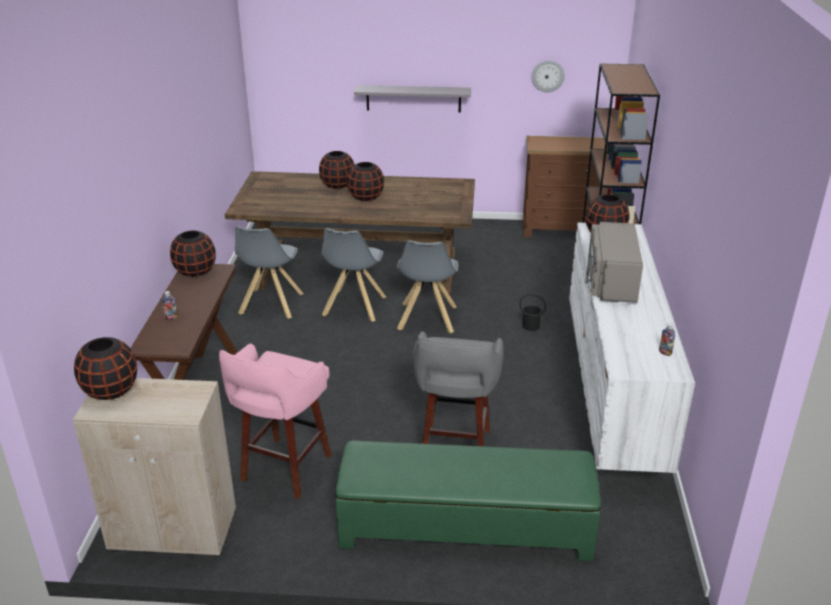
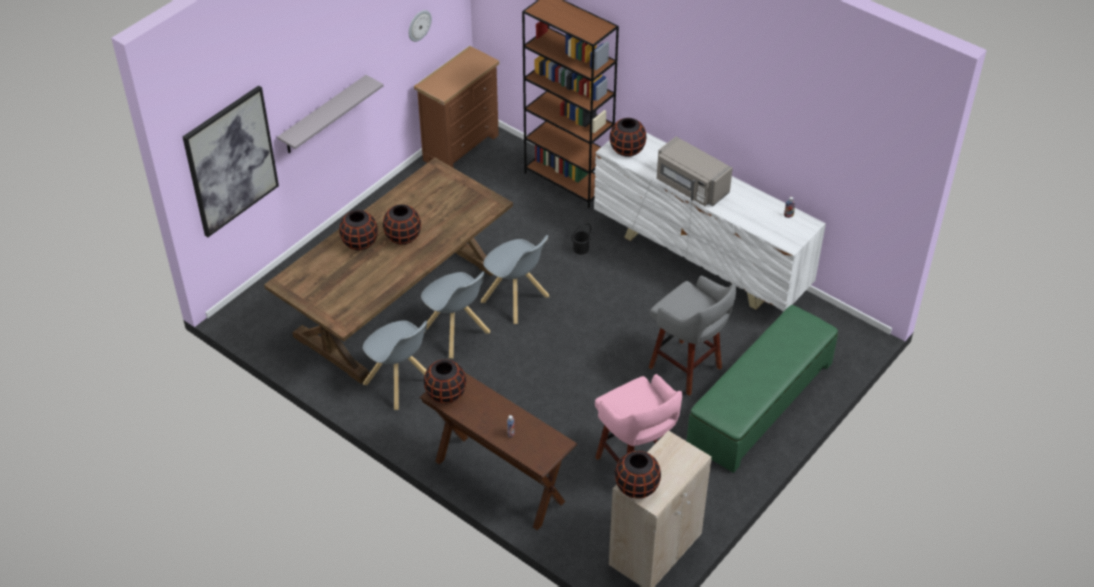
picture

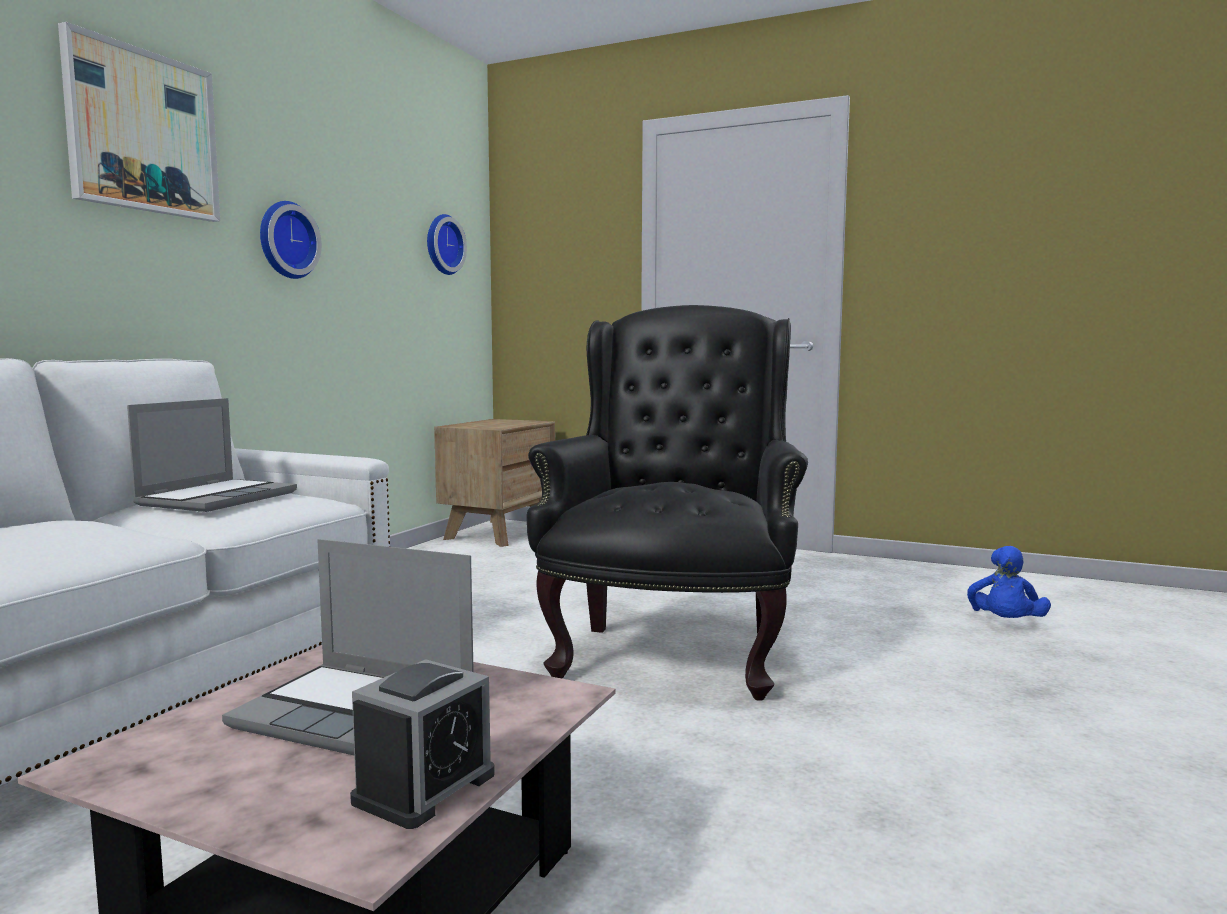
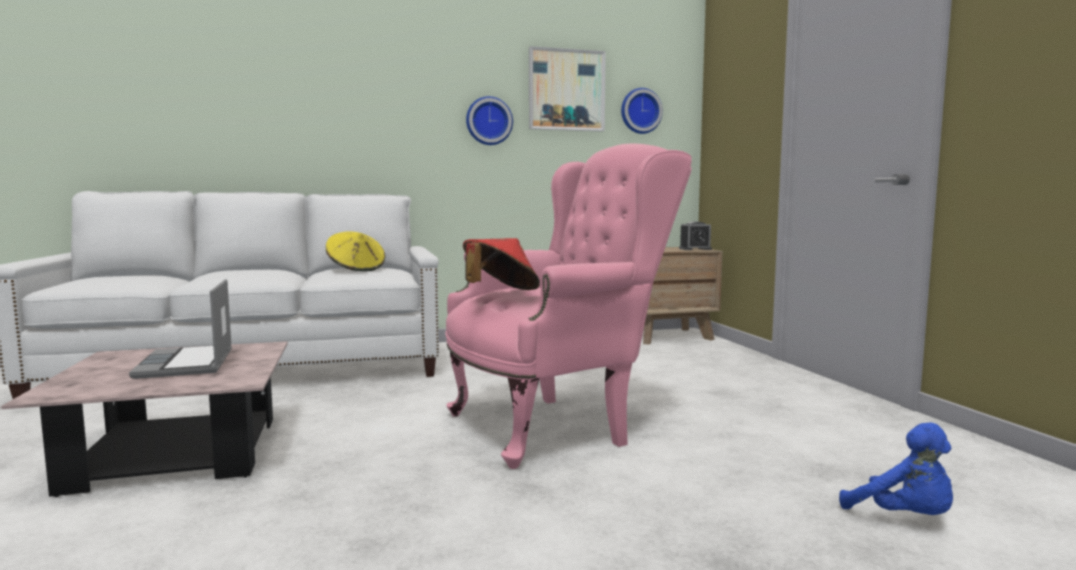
picture
armchair/pink
hat/yellow
plush toy/blue
alarm clock
hat/red

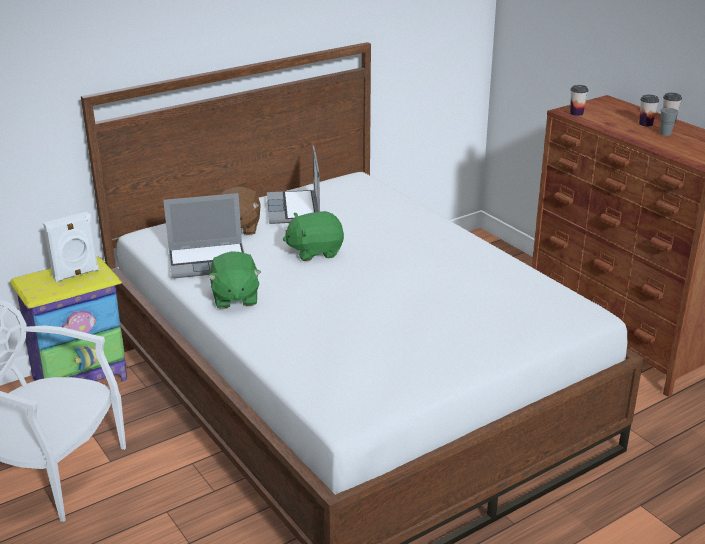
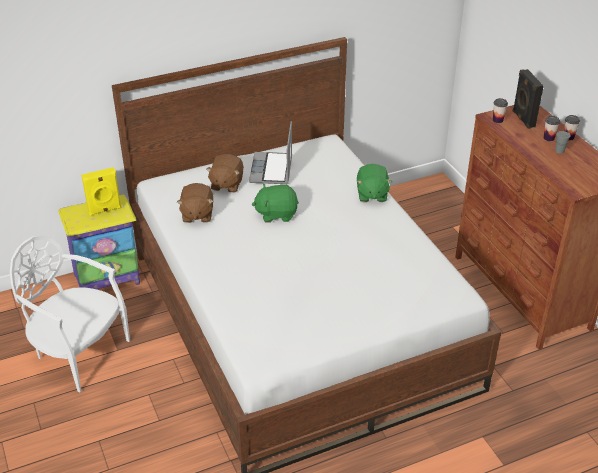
plush toy/brown (no. 1 from left)
speaker/yellow
plush toy/green (no. 2 from left)
speaker/black

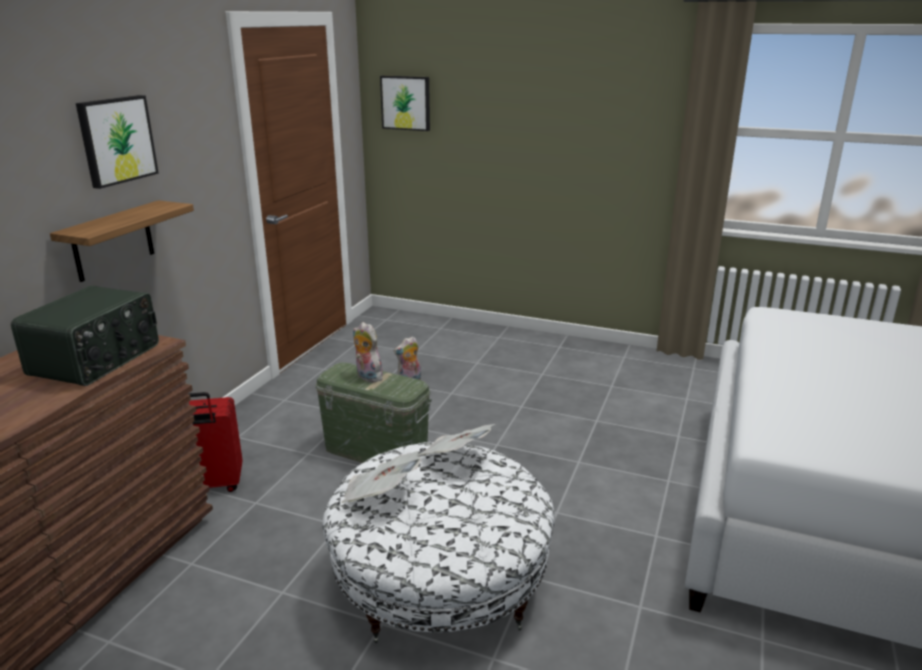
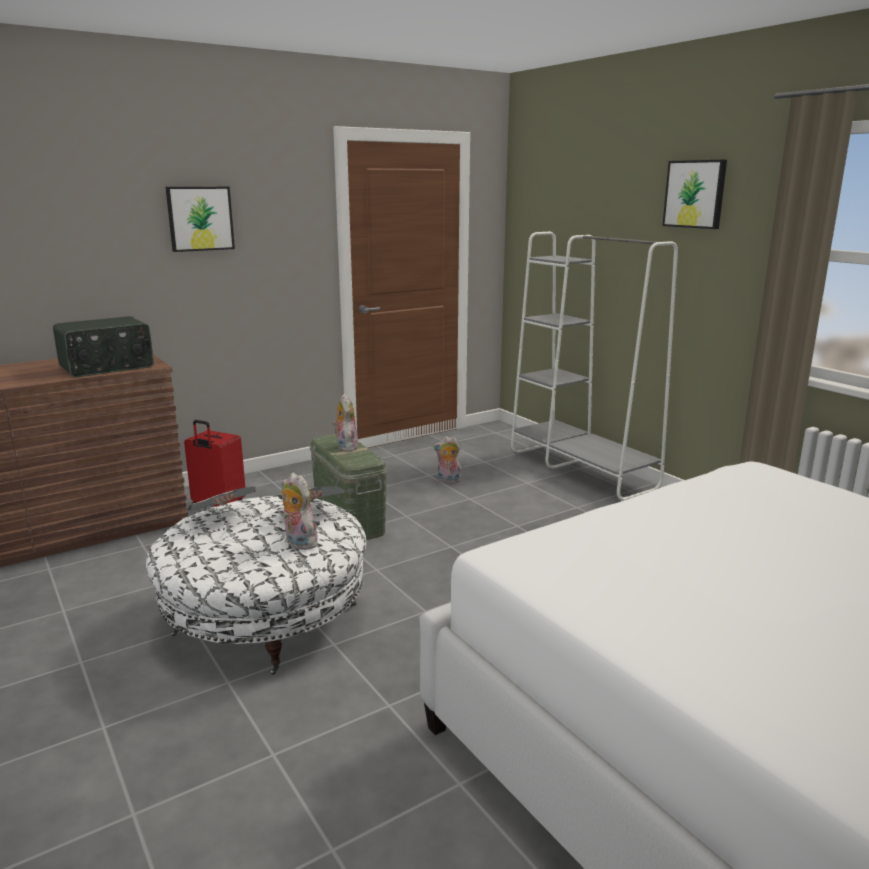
picture (no. 2 from left)
shelf
clothes rack/grey
plush toy (no. 1 from left)

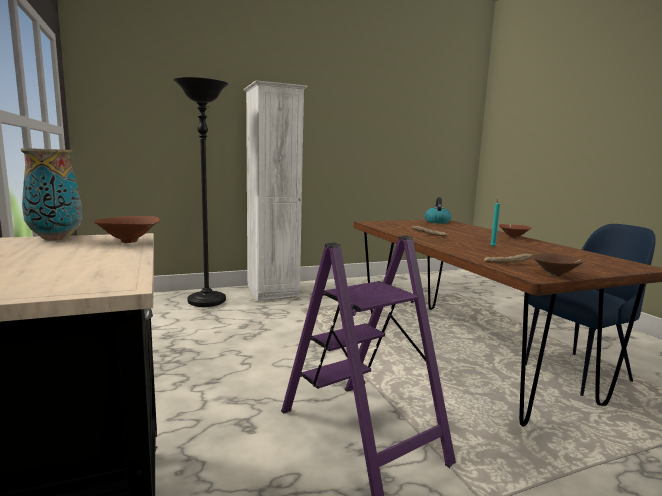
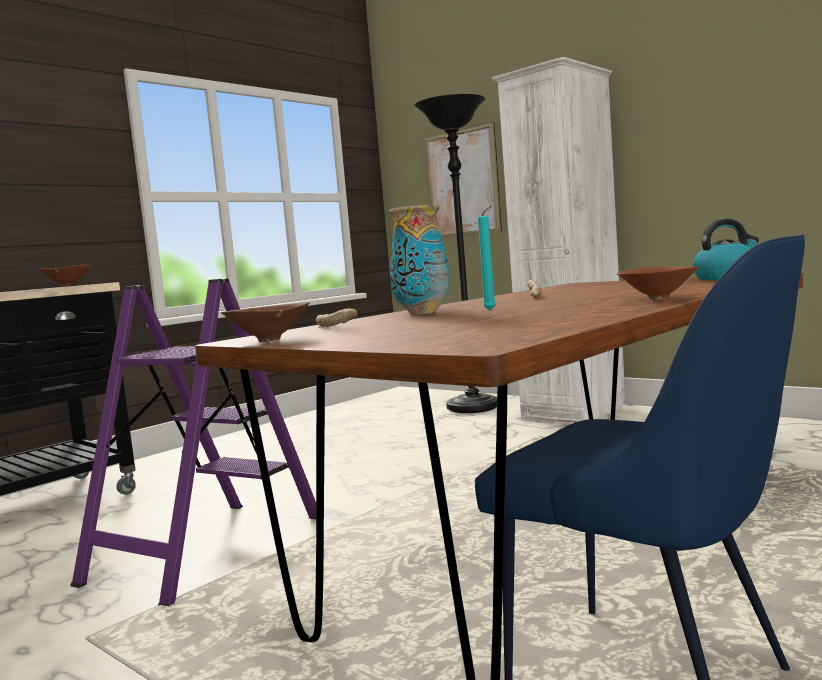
vase
picture

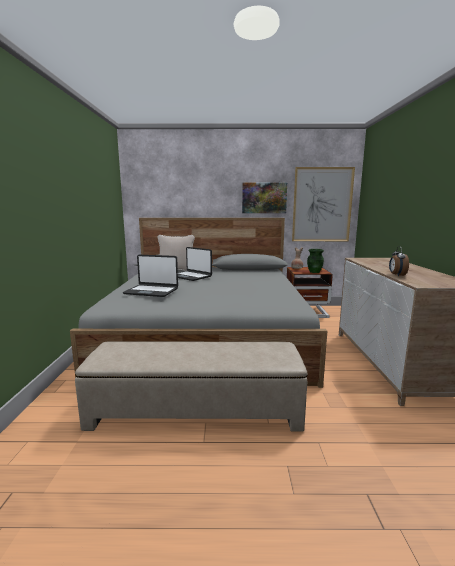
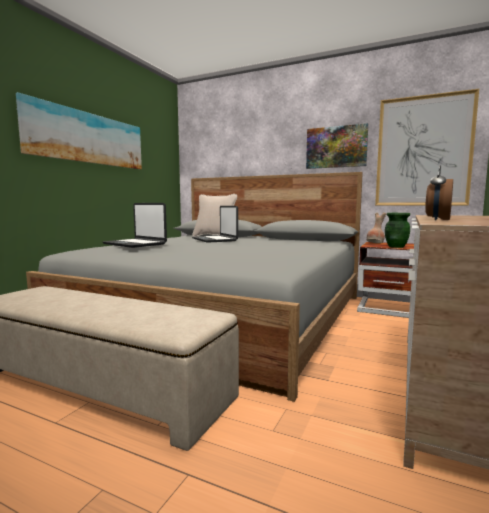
picture (no. 1 from left)

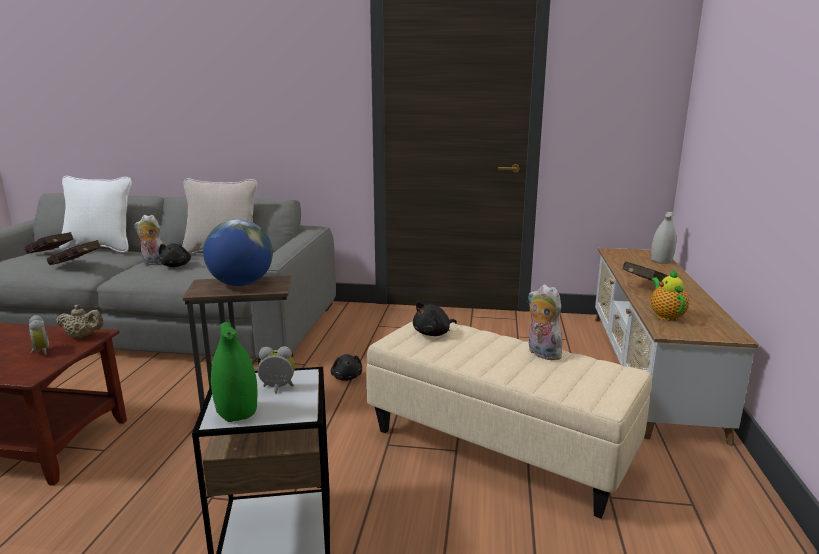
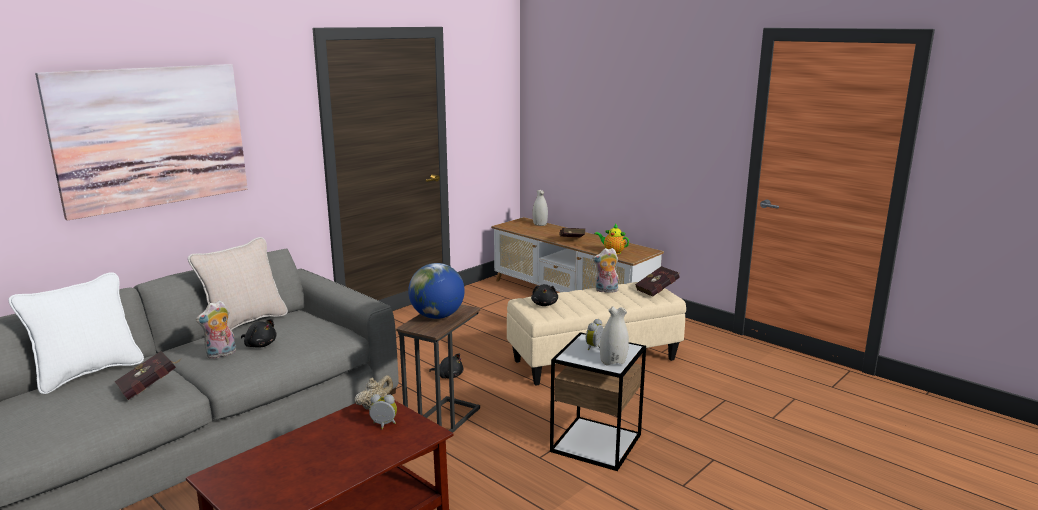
book/red (no. 3 from left)
vase/white (no. 2 from left)
picture

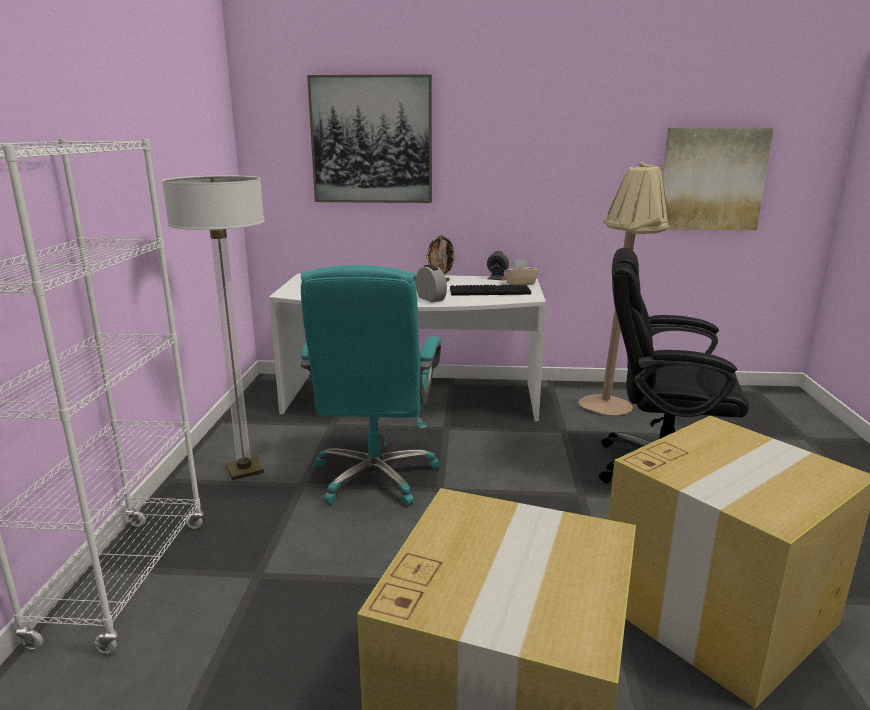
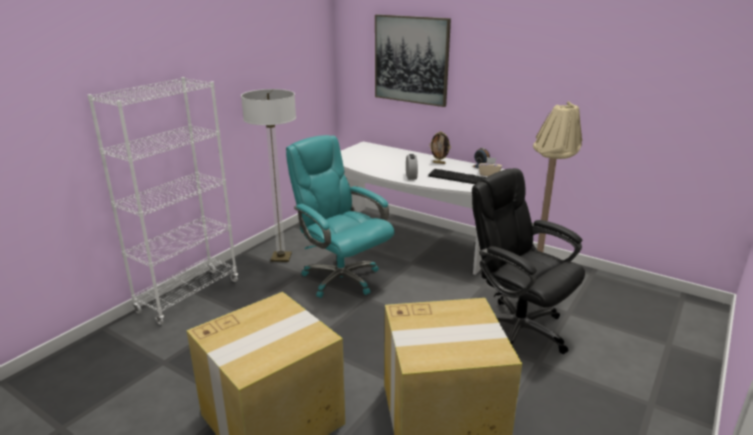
picture (no. 2 from left in the first image)
office chair/turquoise

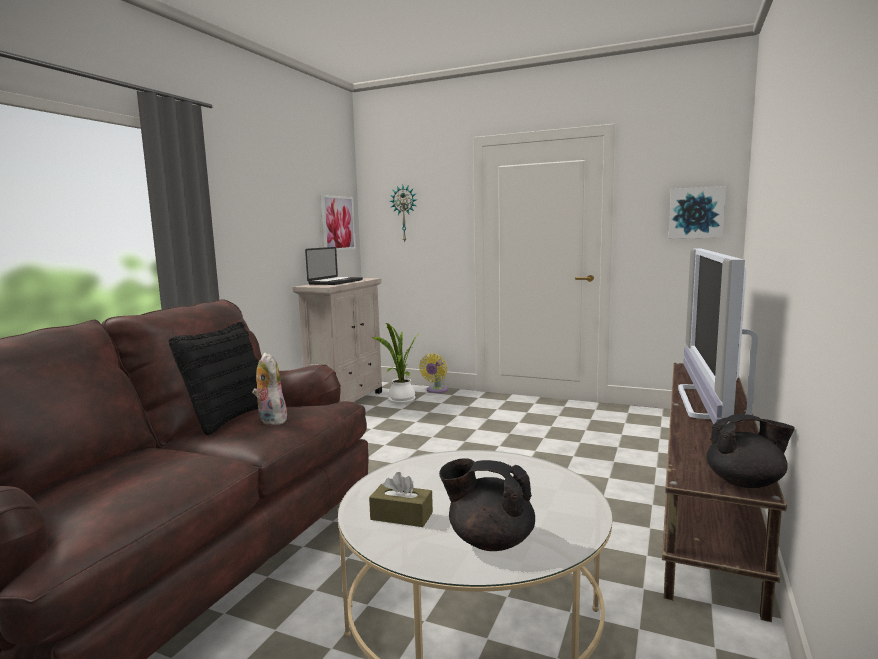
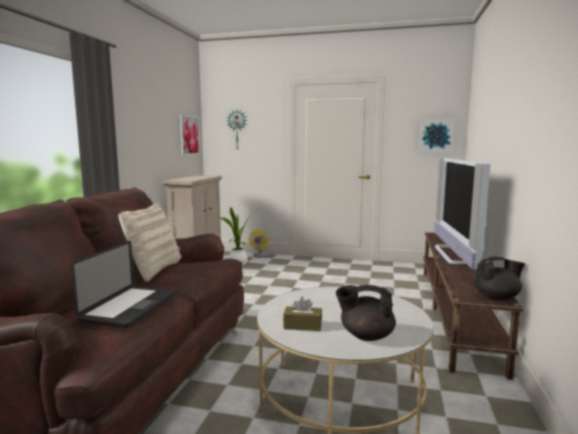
laptop
pillow/beige
plush toy

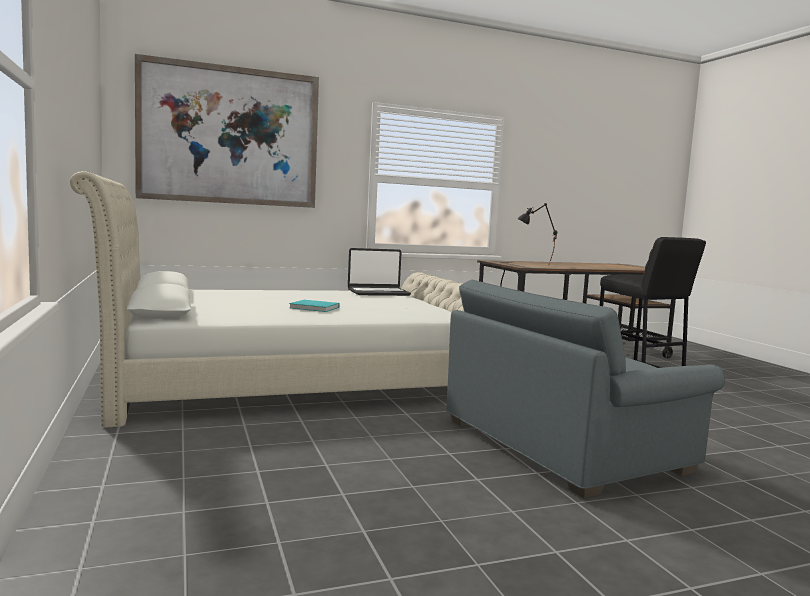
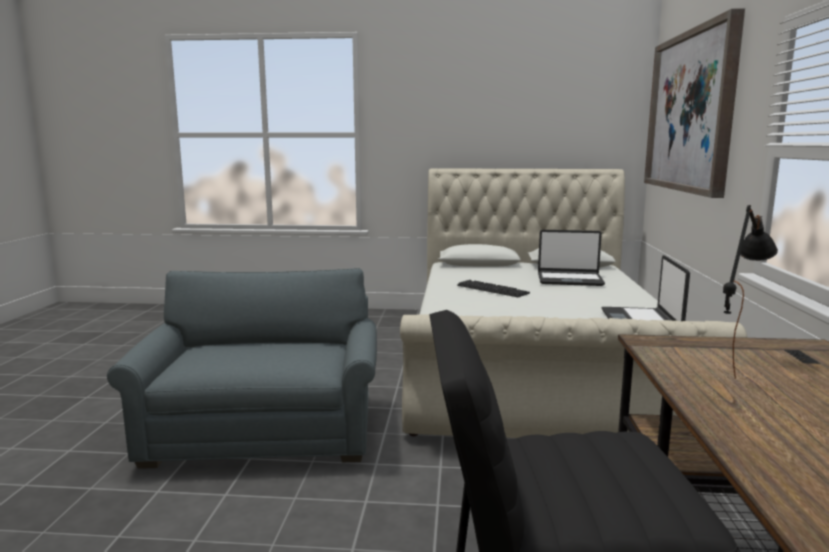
keyboard
laptop (no. 1 from left)

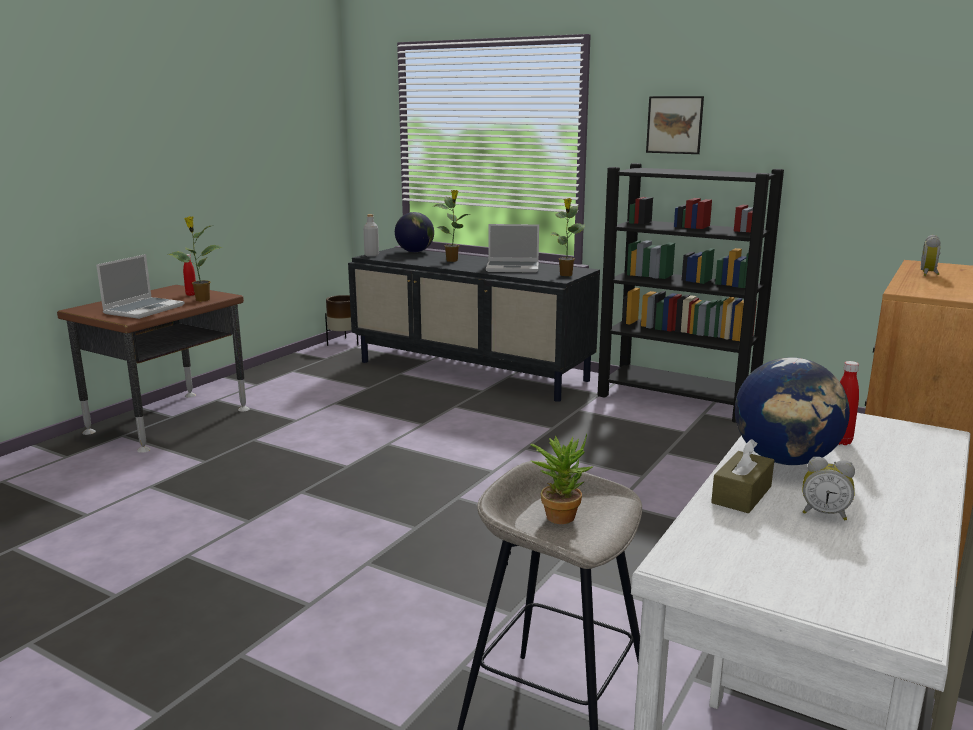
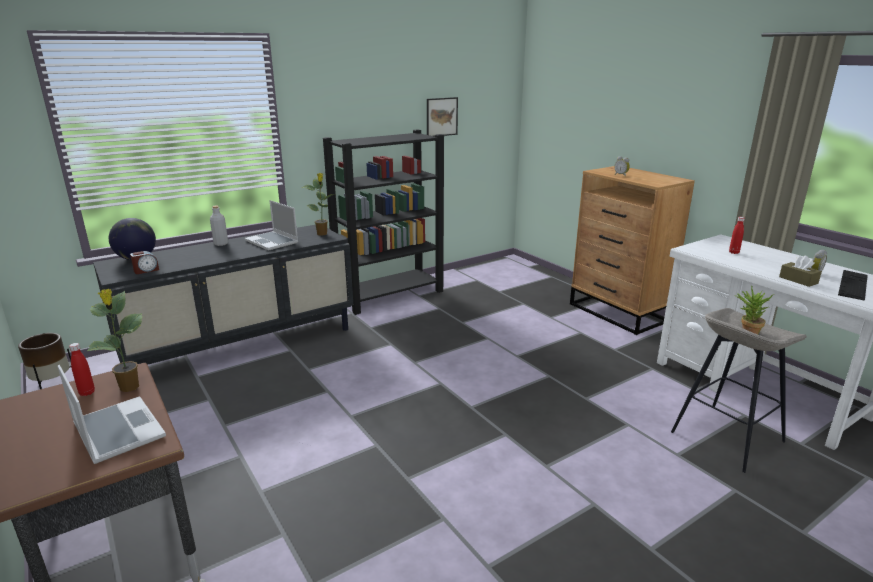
picture
potted plant (no. 2 from left in the first image)
bottle/grey
laptop (no. 2 from left)
globe (no. 2 from left in the first image)
alarm clock (no. 1 from left)
keyboard

